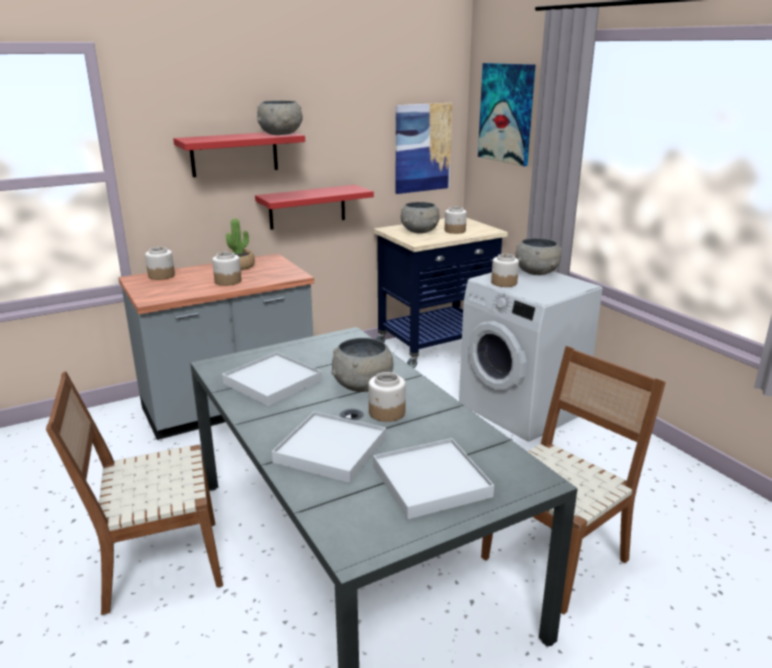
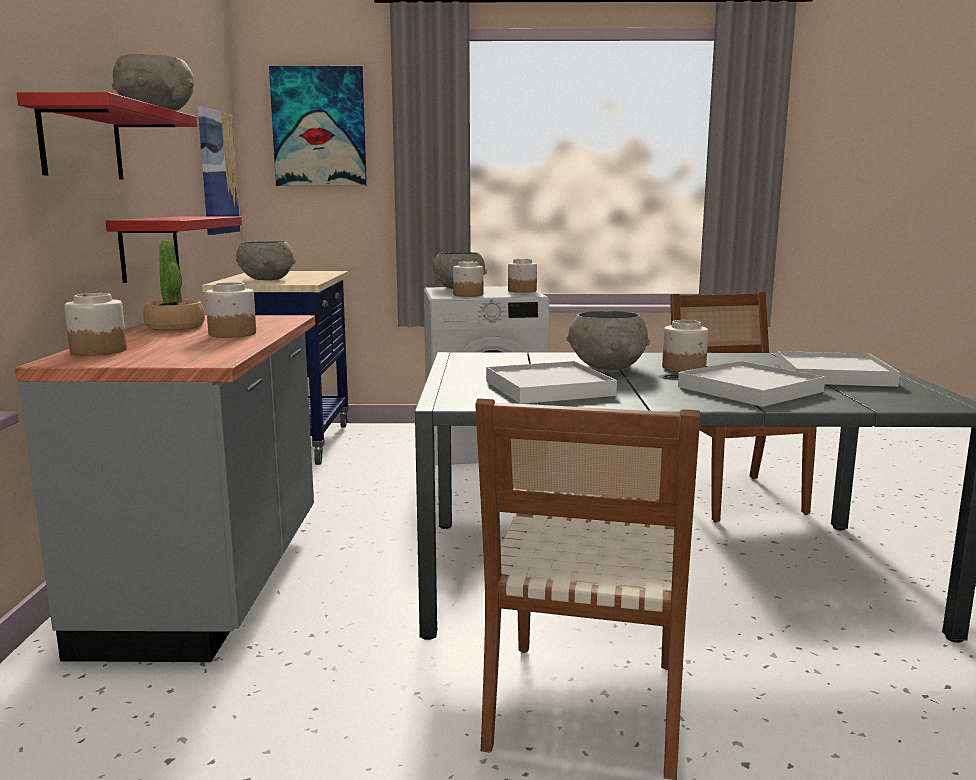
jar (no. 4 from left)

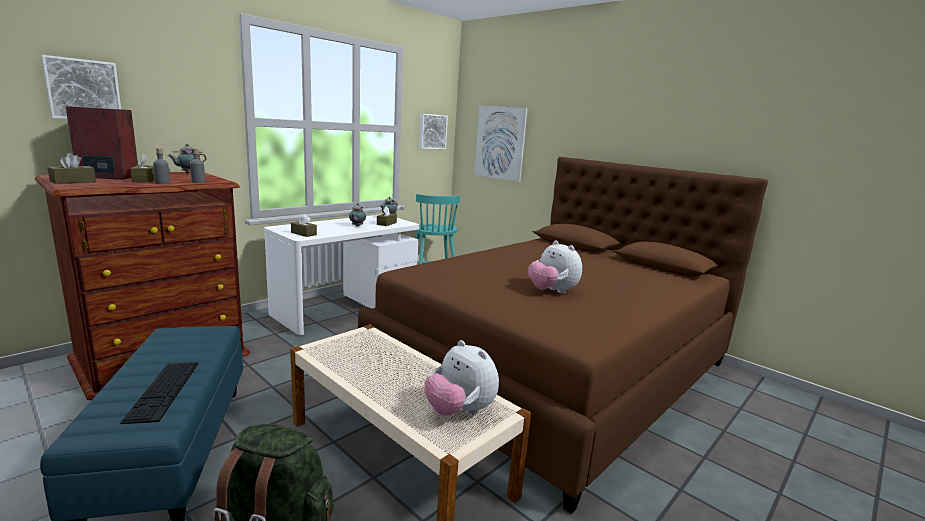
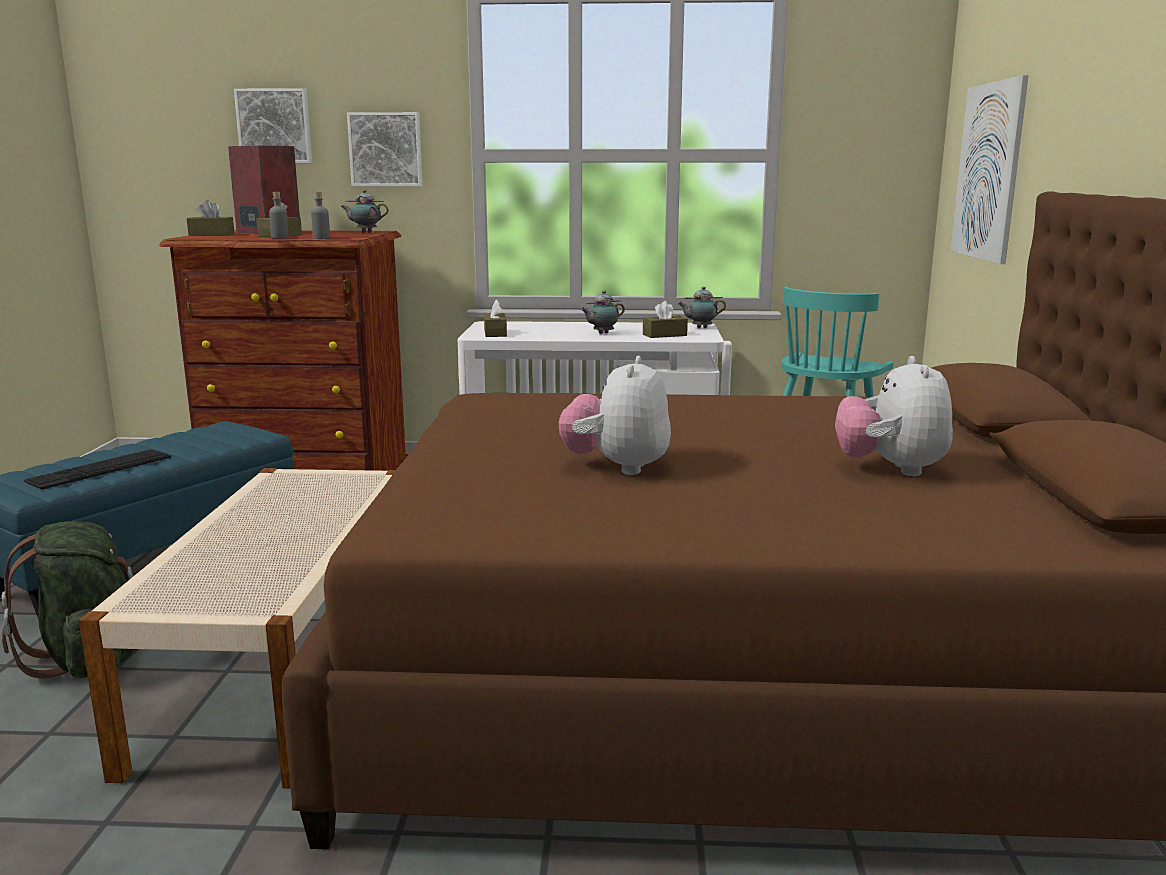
picture (no. 2 from left)
plush toy (no. 2 from left)

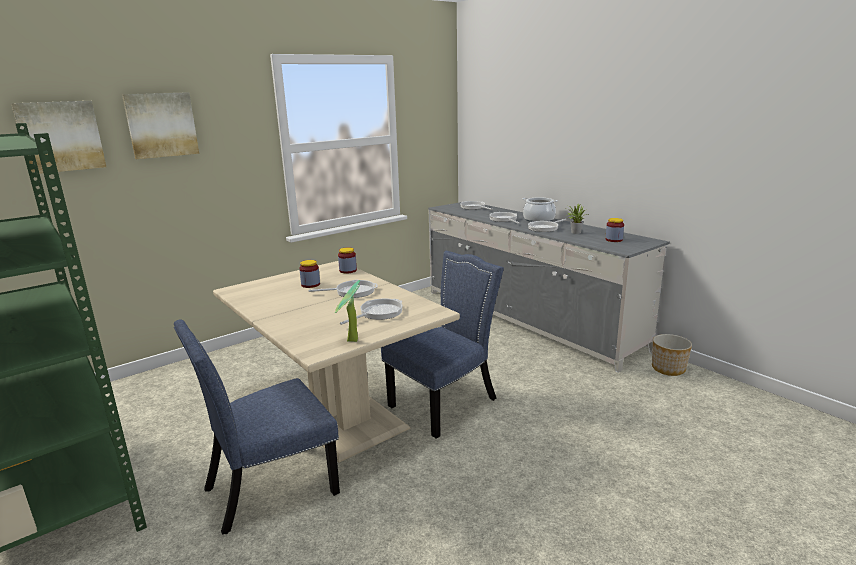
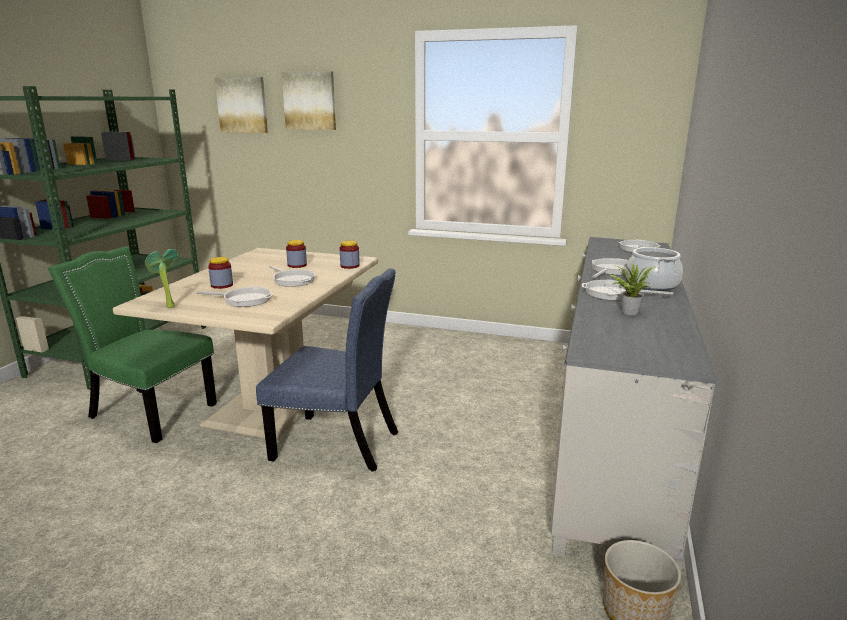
jar (no. 1 from left)
chair/green

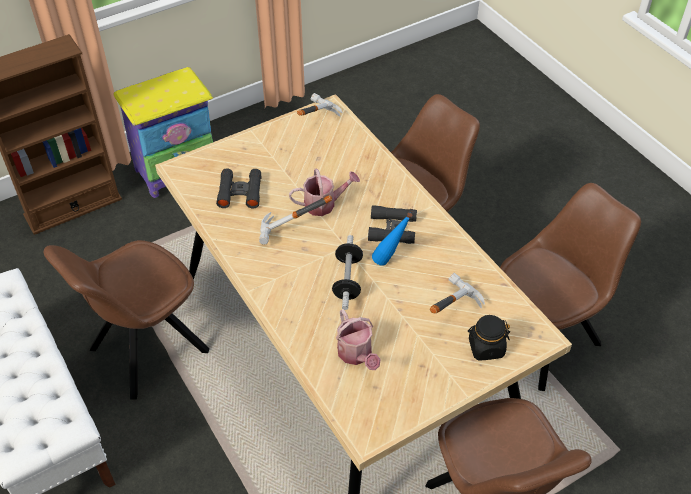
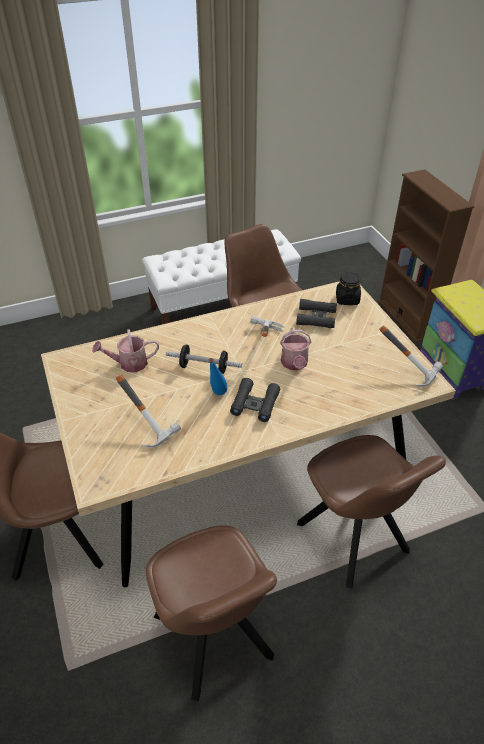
jar/black

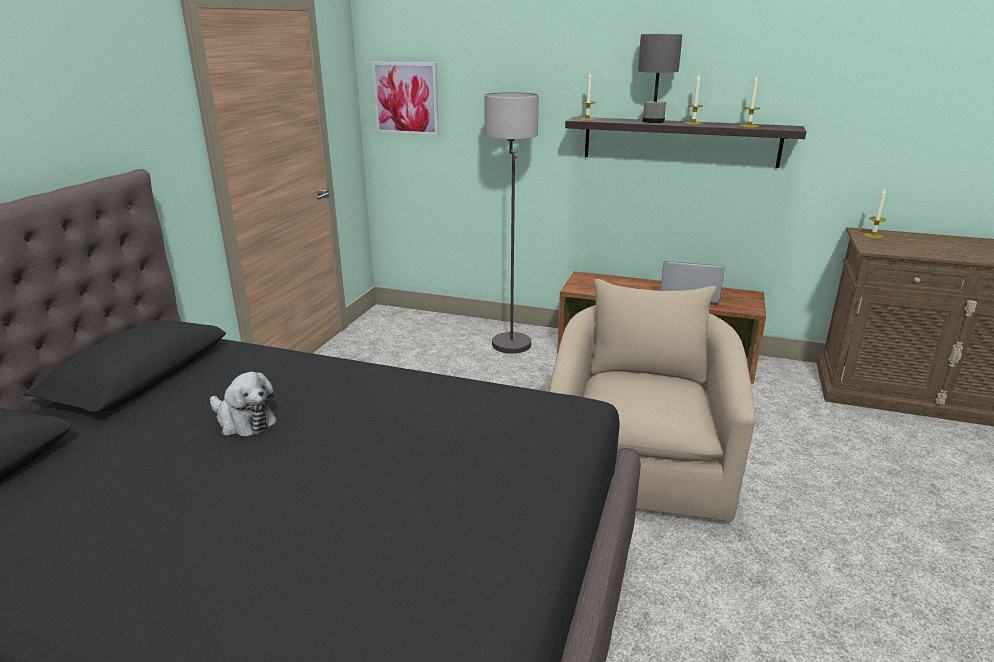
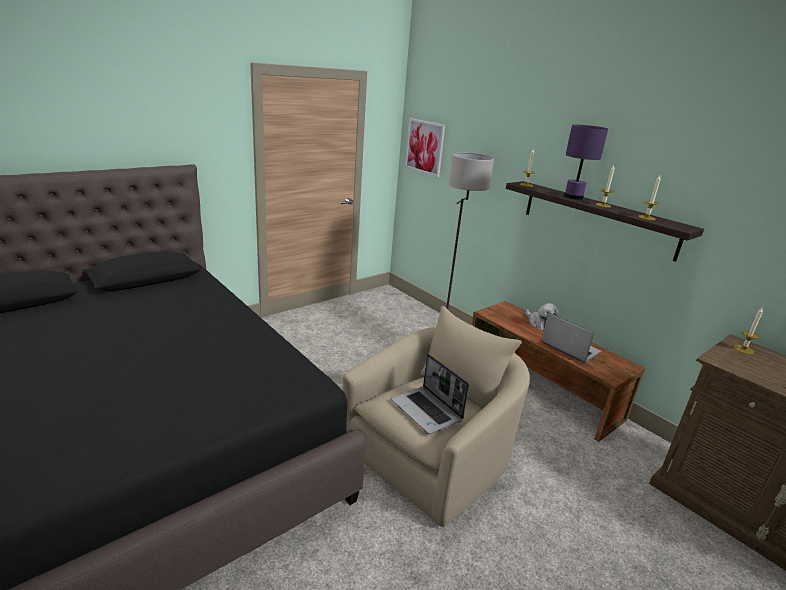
table lamp/purple
plush toy
laptop (no. 1 from left)

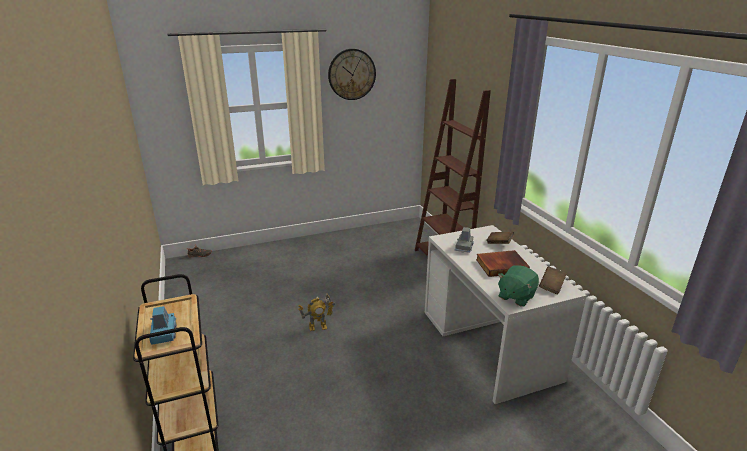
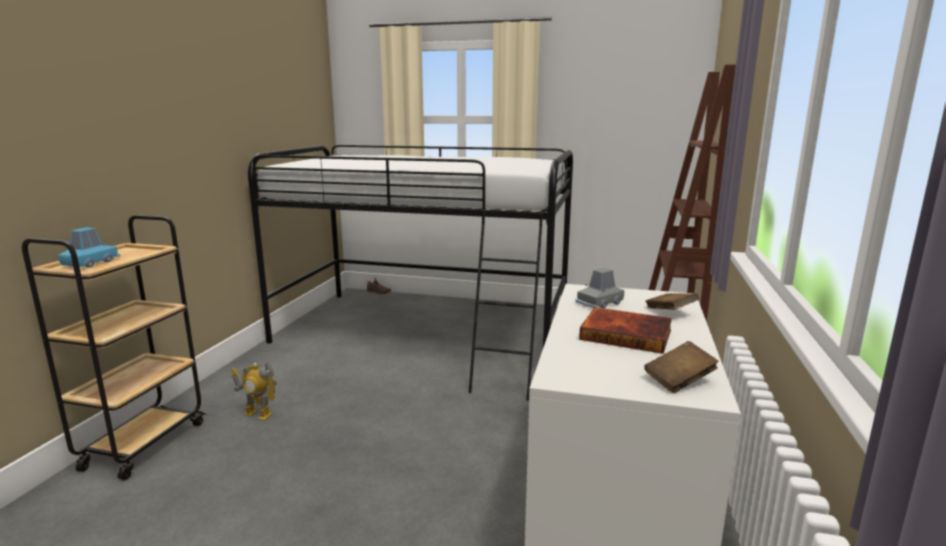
wall clock
plush toy/green
toy robot
bed/black

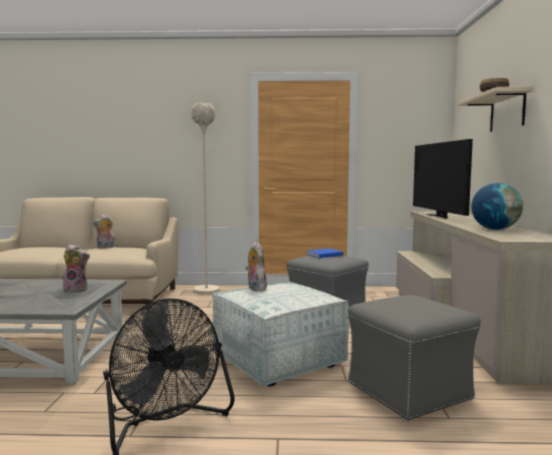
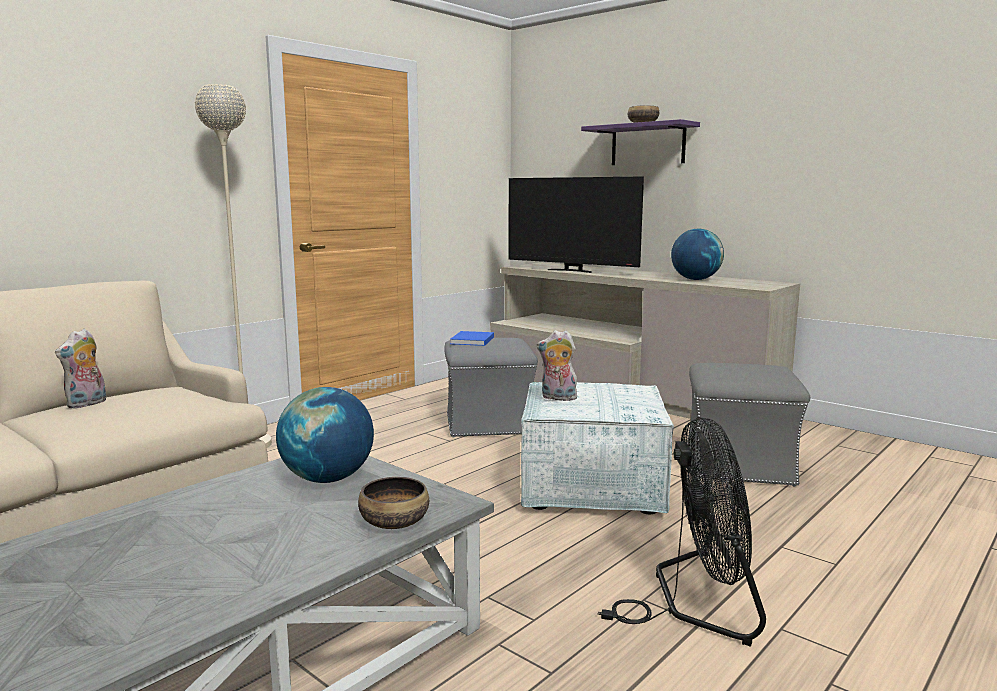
shelf/purple
globe (no. 1 from left)
bowl (no. 1 from left)

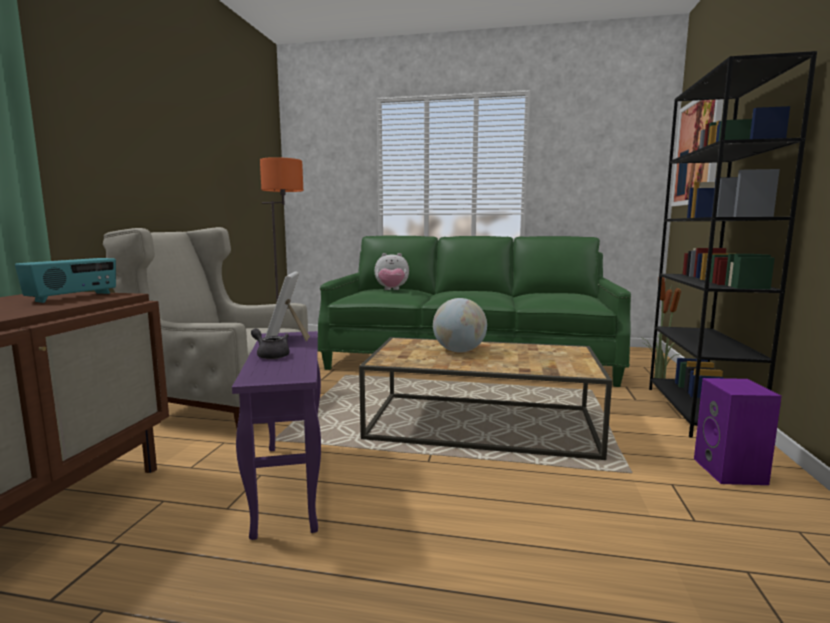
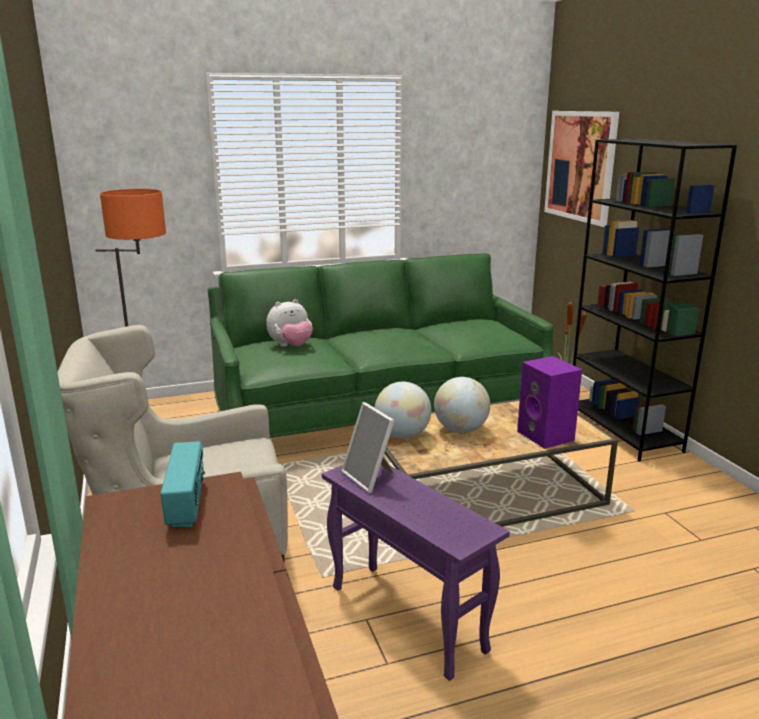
teapot/grey
speaker/purple
globe (no. 1 from left)

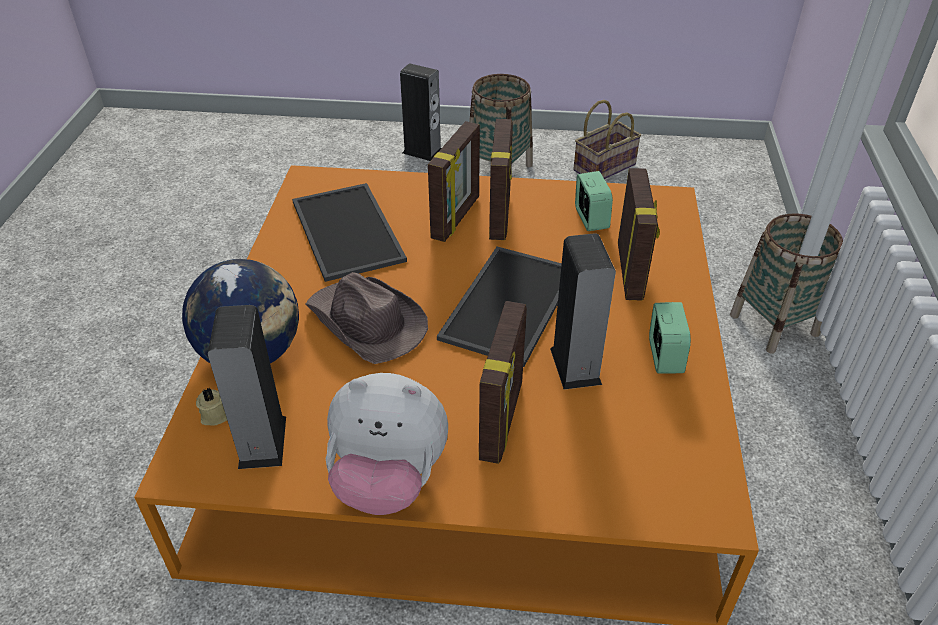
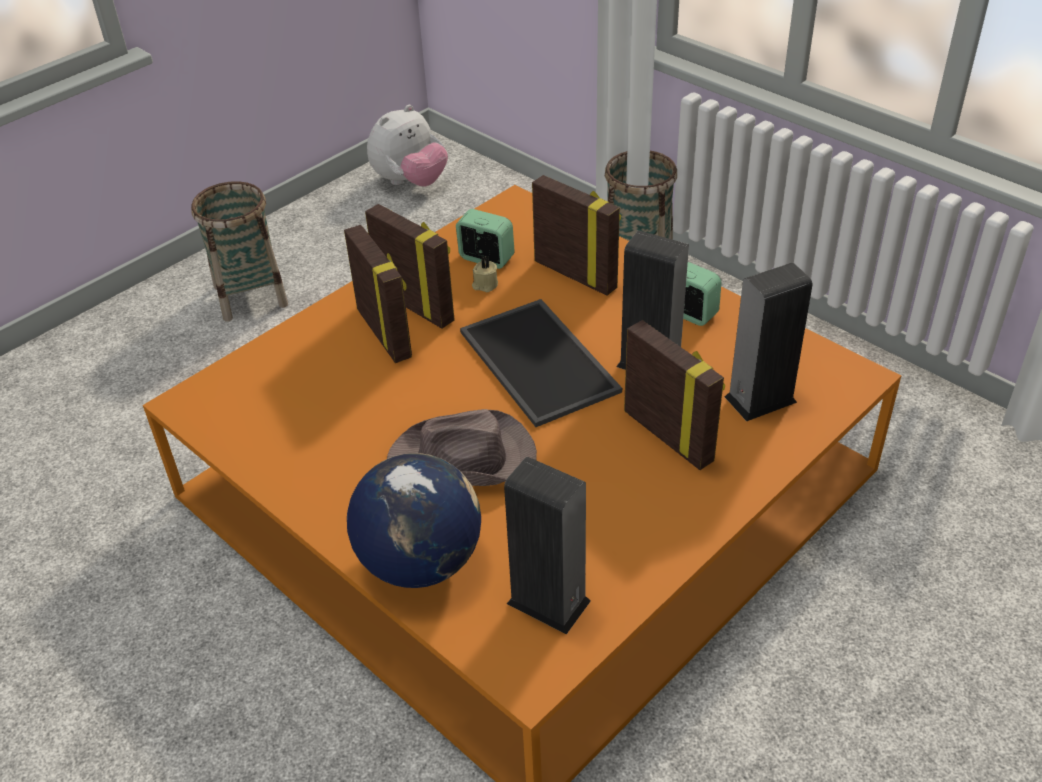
speaker (no. 3 from left)
basket (no. 2 from left in the first image)
tray (no. 1 from left in the first image)
plush toy
candle/beige

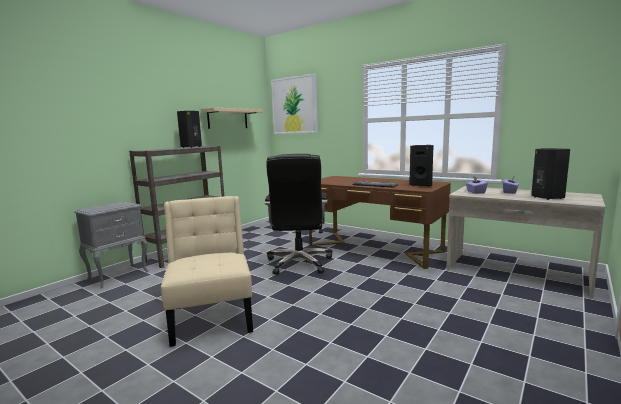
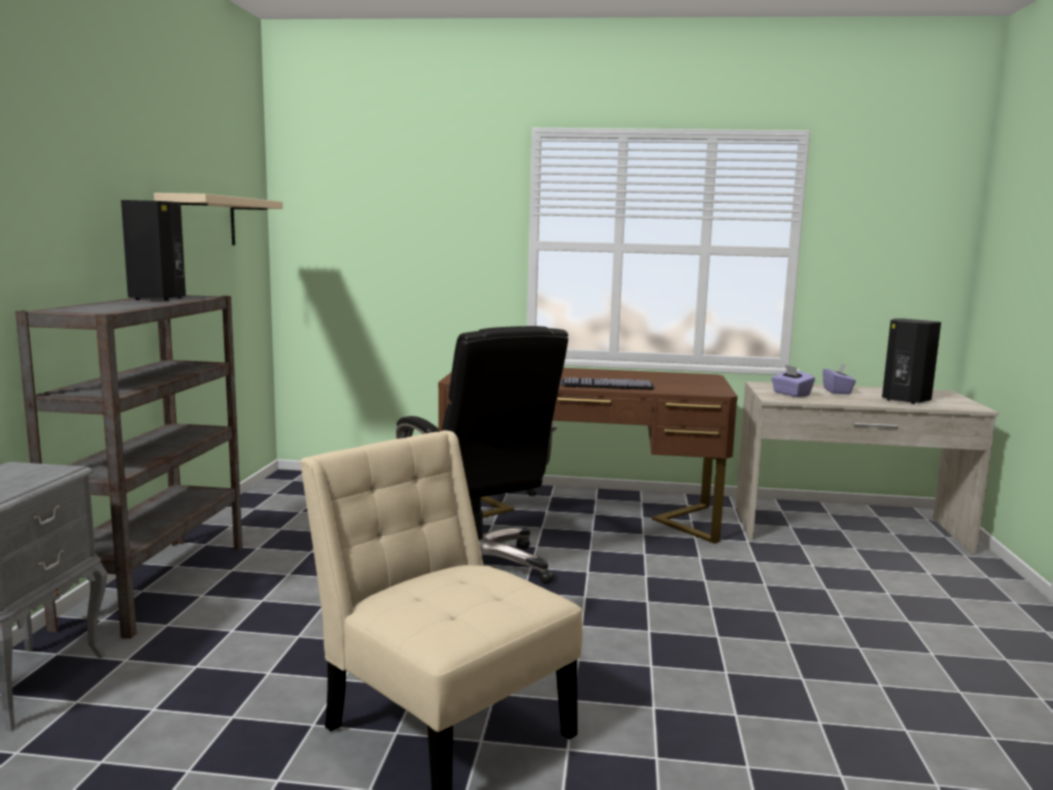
picture
speaker/black (no. 2 from left in the first image)

